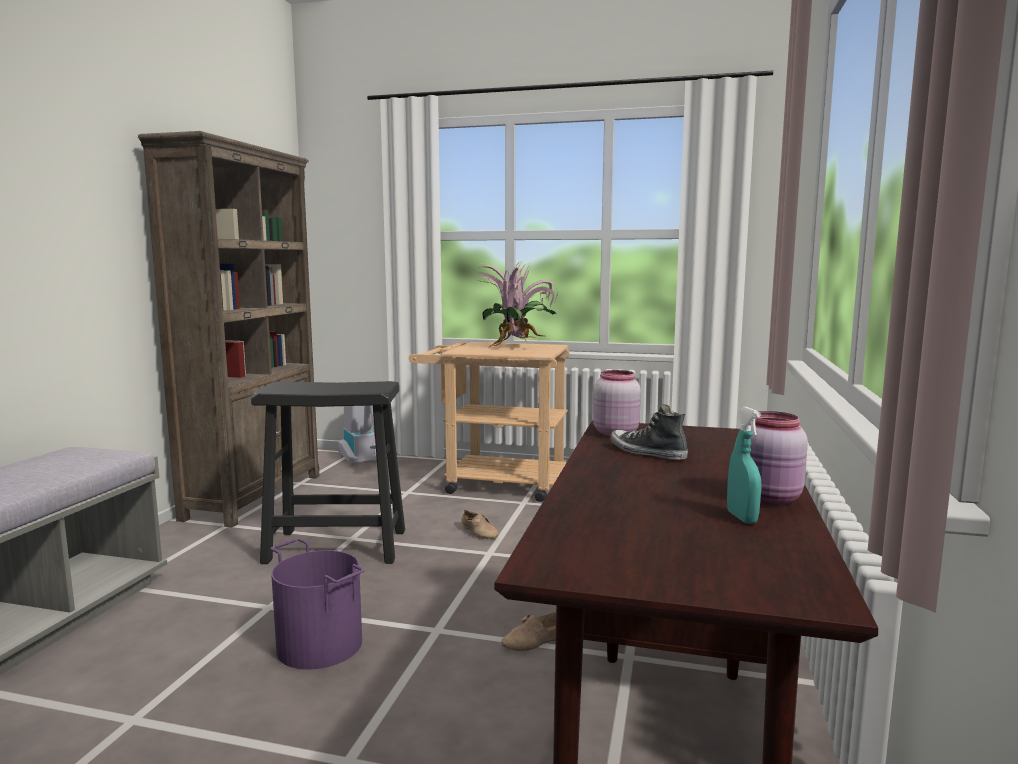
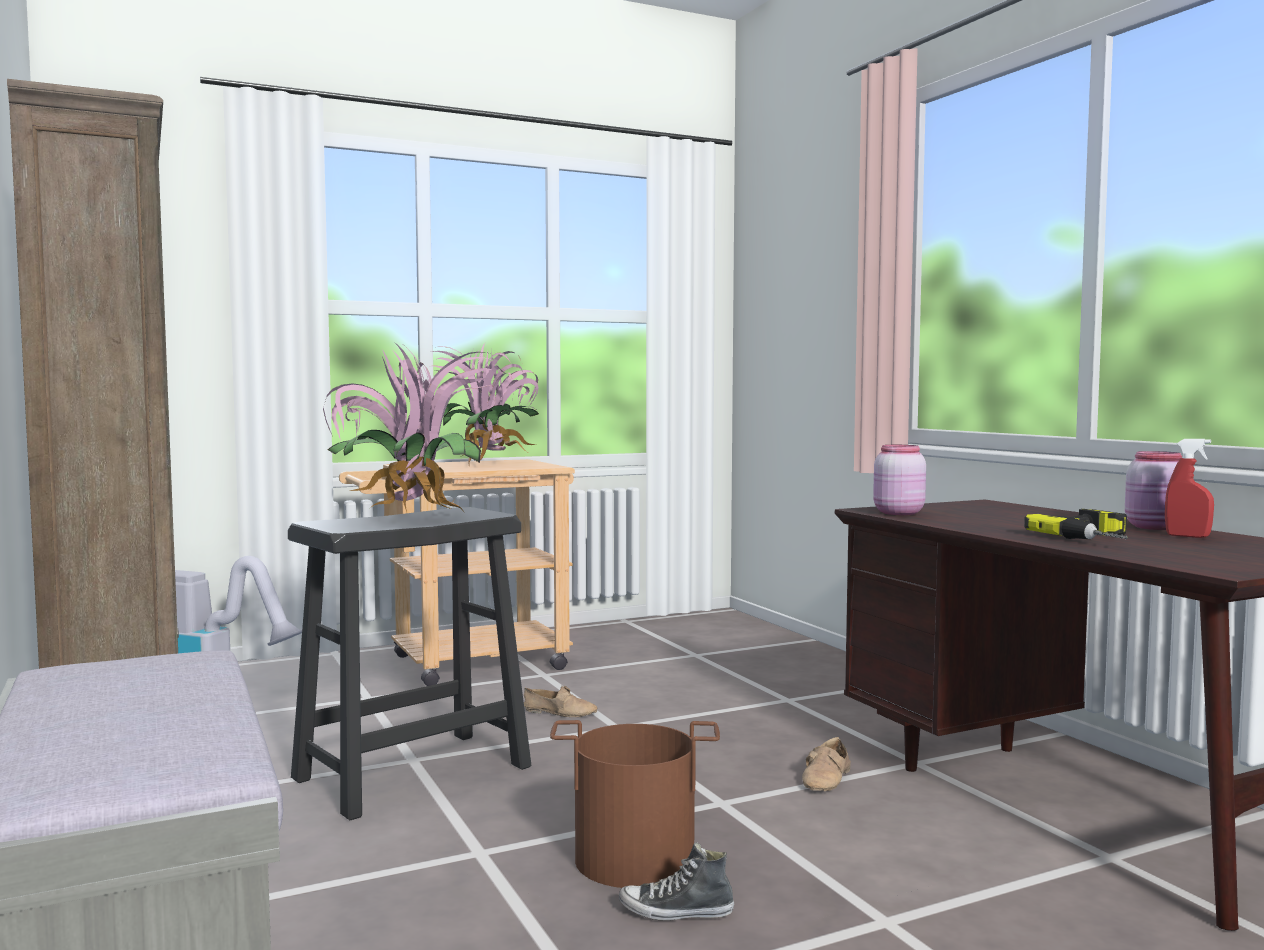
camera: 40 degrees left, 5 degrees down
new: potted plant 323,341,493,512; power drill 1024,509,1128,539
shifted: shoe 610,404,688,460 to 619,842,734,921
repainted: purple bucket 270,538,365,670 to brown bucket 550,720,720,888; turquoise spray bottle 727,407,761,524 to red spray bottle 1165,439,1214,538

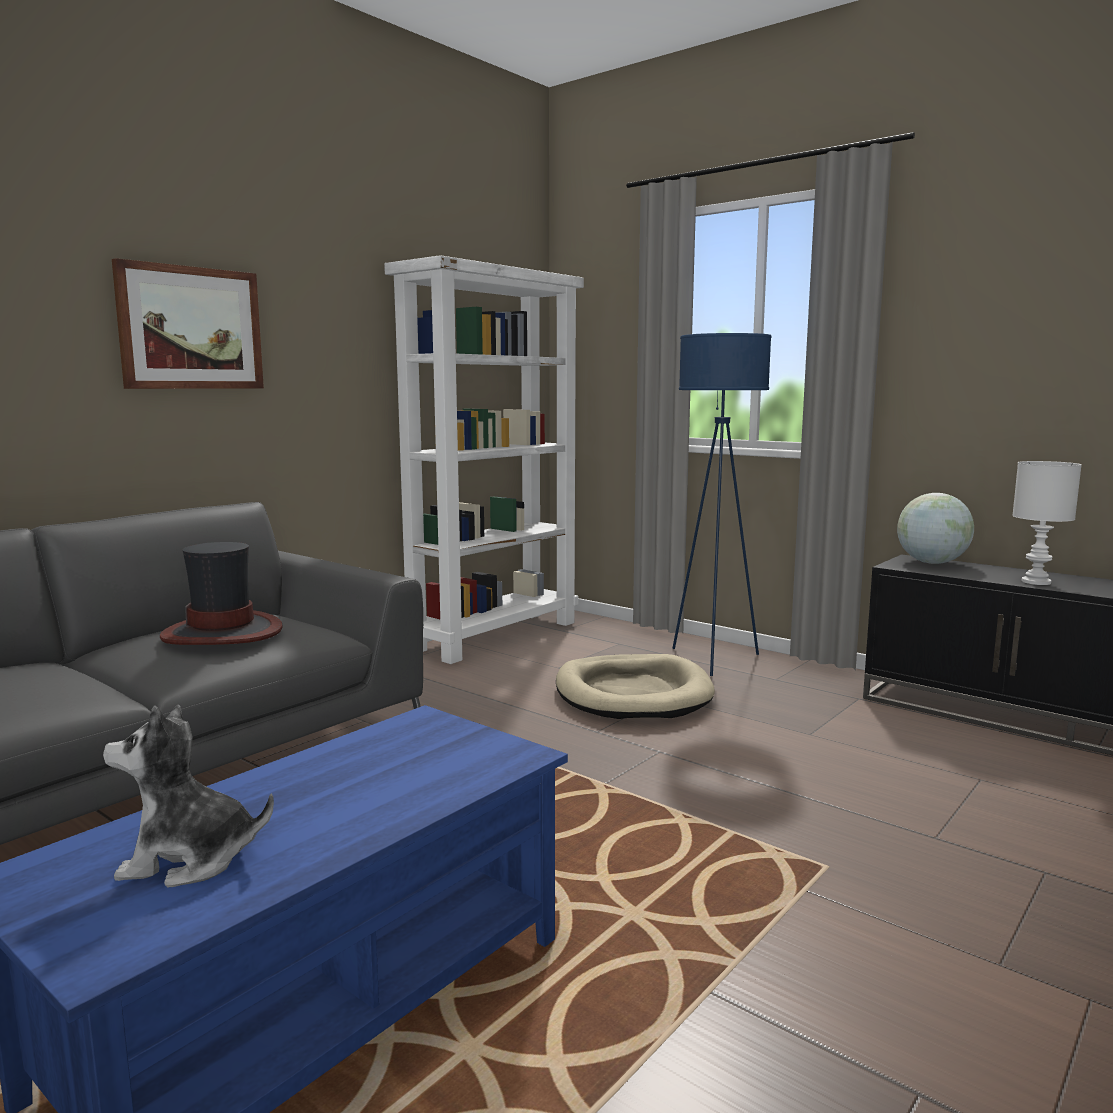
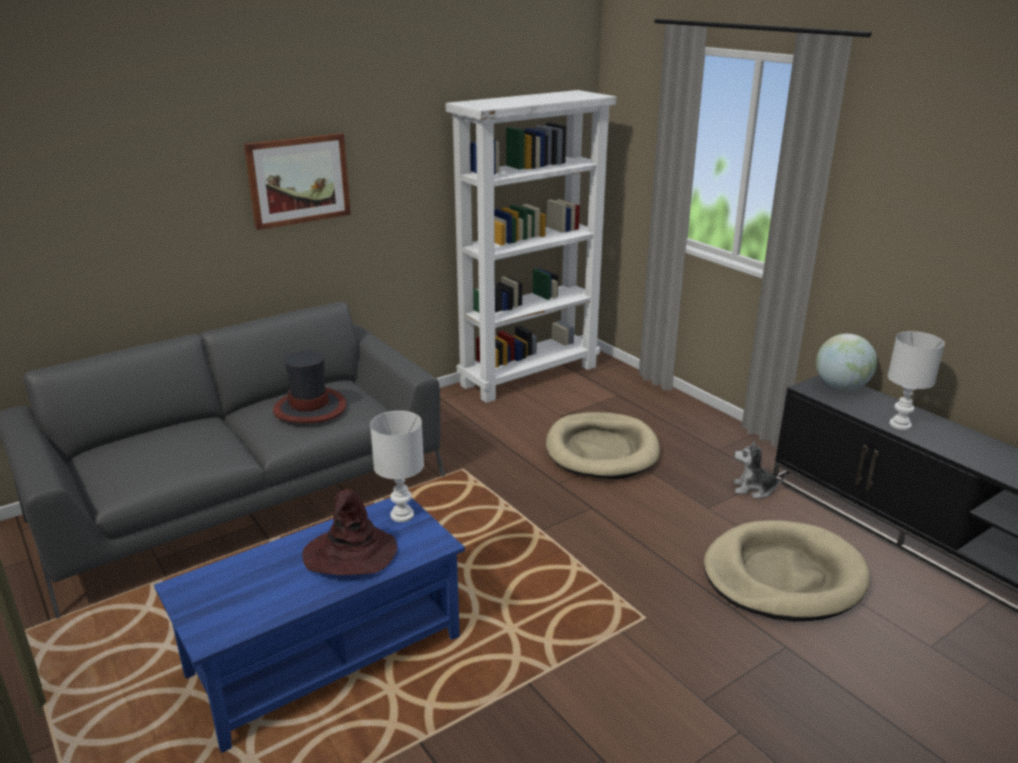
camera: 15 degrees right, 15 degrees up
gone: blue floor lamp 672,333,772,676
new: brown hat 302,489,397,575; white table lamp 370,411,424,522; beige dog bed 704,520,870,621
shifted: plush toy 103,705,274,887 to 734,440,786,499

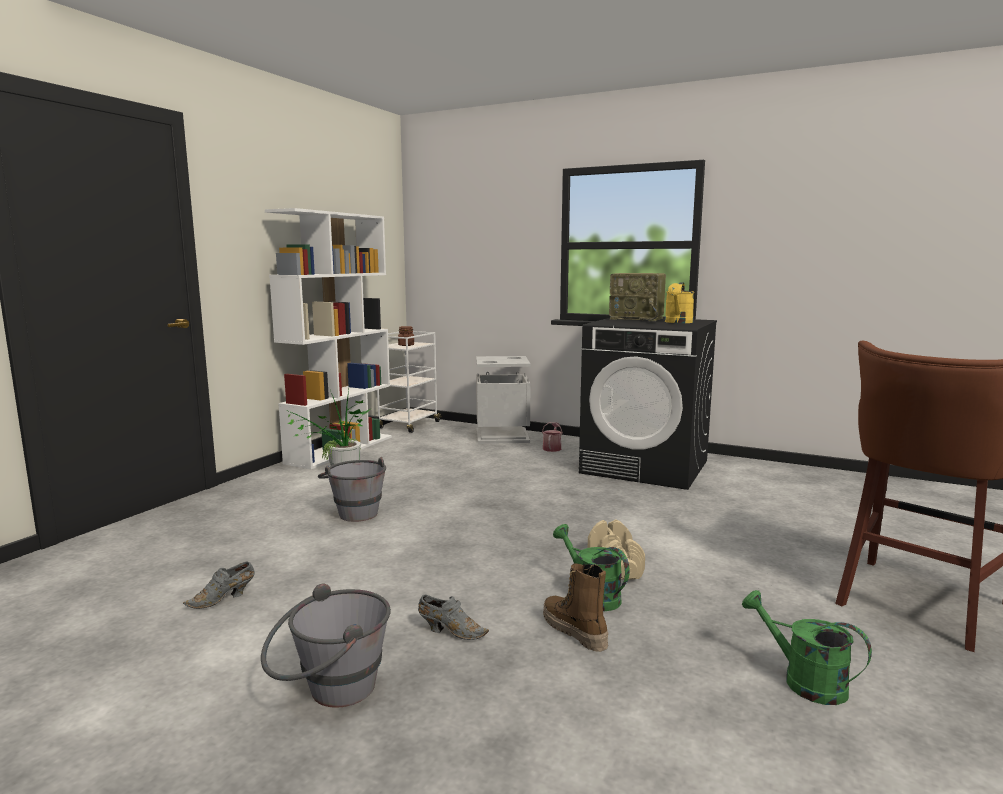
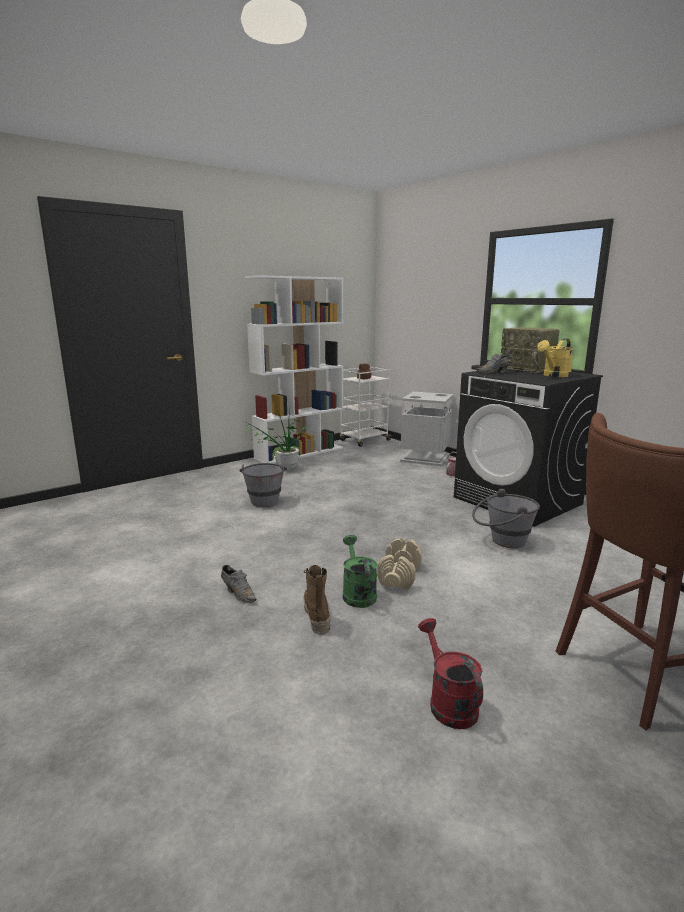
camera: 25 degrees right, 5 degrees up
shifted: grey shoe 183,562,255,609 to 476,354,512,373; grey bucket 261,583,391,708 to 472,489,540,548
repainted: green watering can 742,590,872,705 to red watering can 418,618,483,729

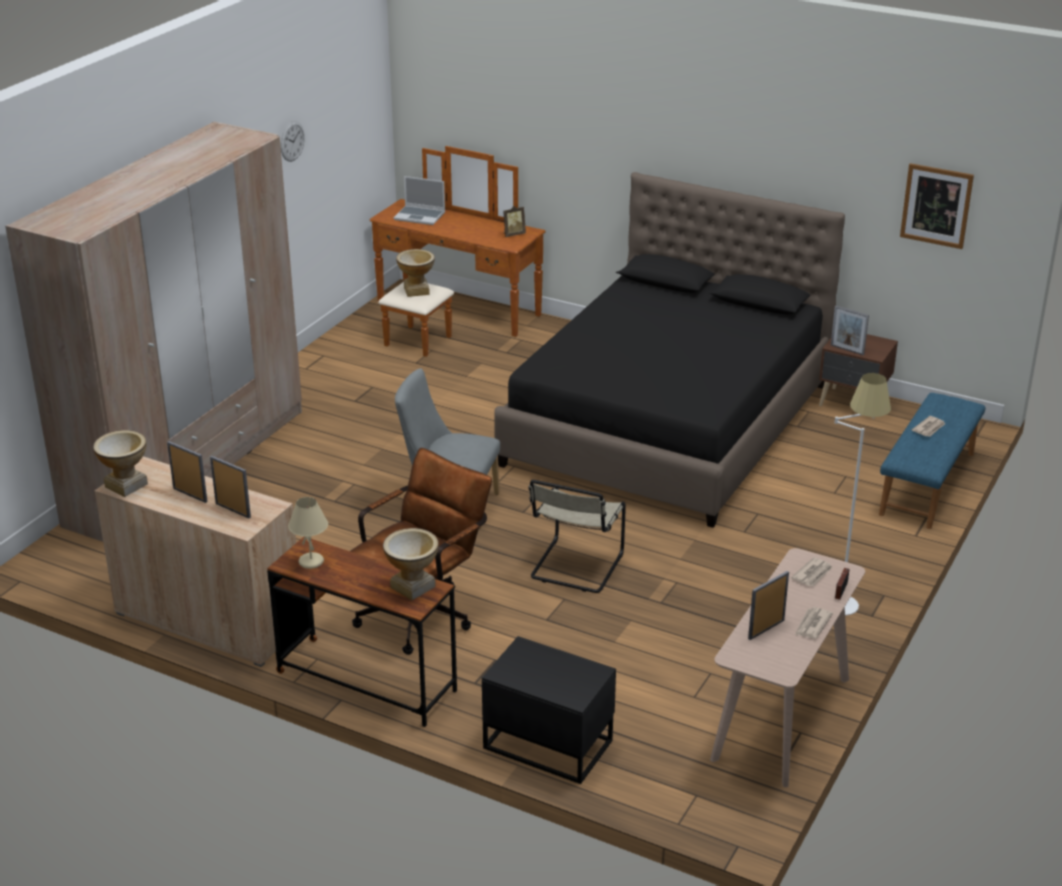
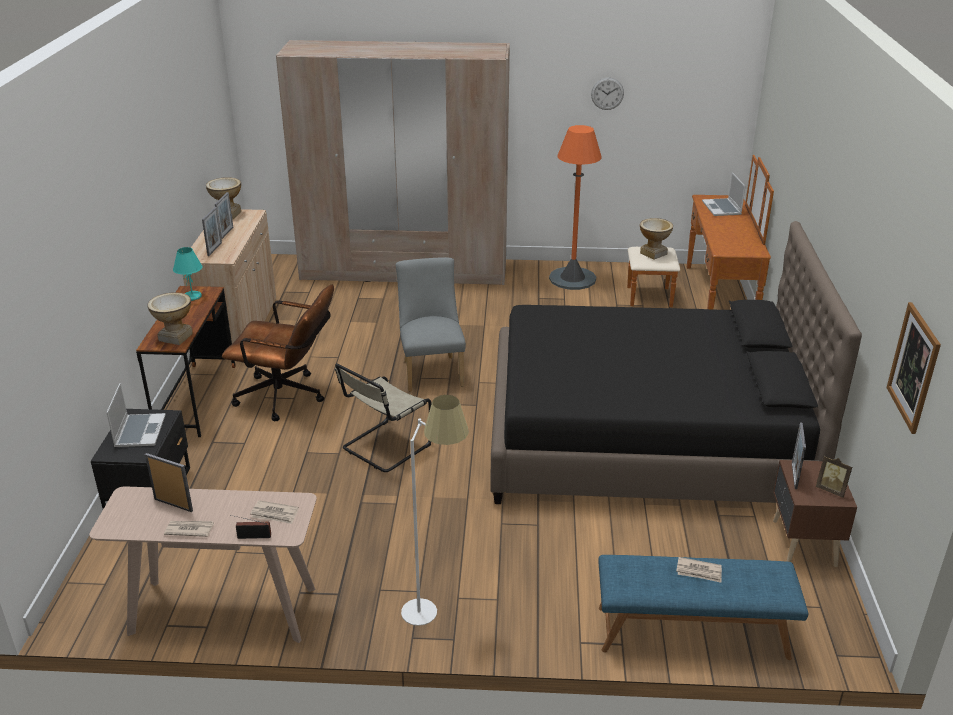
camera: 65 degrees right, 0 degrees up
new: laptop 106,383,166,447; orange floor lamp 549,125,602,290
shifted: picture frame 503,206,526,237 to 816,456,852,498
repainted: beige table lamp 288,497,328,569 to turquoise table lamp 173,247,203,301
rotated: beige chair 528,480,626,593 = 335,363,432,472 45 degrees counterclockwise

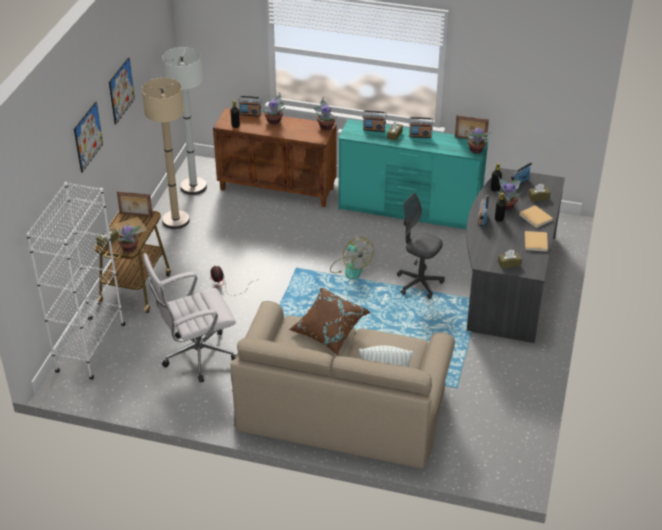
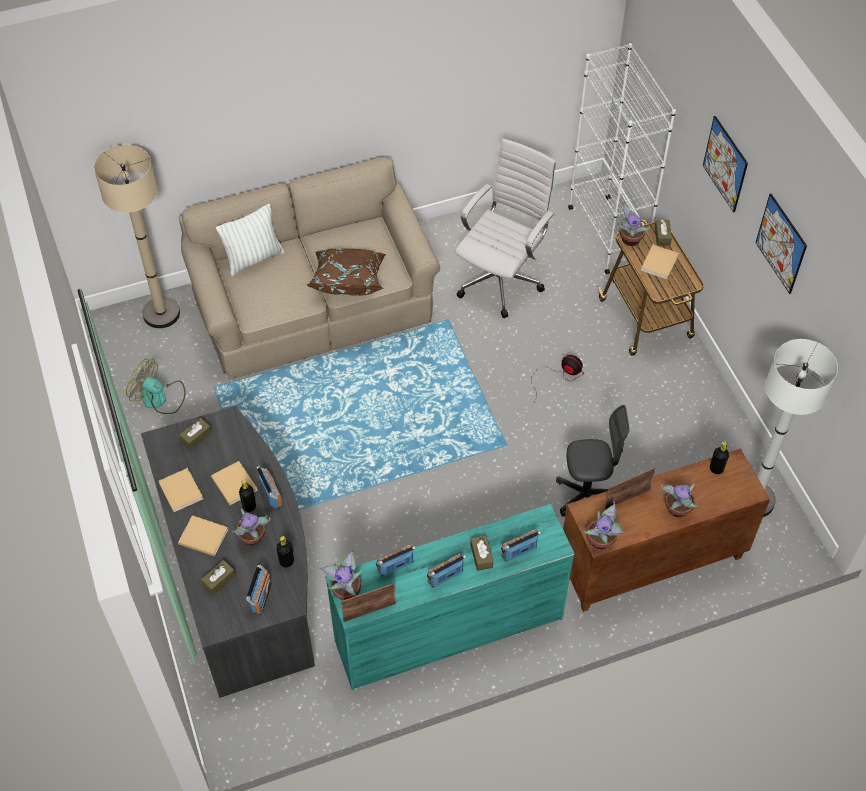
camera: 145 degrees right, 15 degrees up
new: beige book 211,461,258,505
shifted: picture frame 117,191,153,217 to 605,468,656,509; beige floor lamp 142,78,190,229 to 94,144,180,328; radio 238,96,261,117 to 376,545,416,577; fan 330,237,374,280 to 126,359,186,414; grey office chair 397,193,445,299 to 556,405,630,517

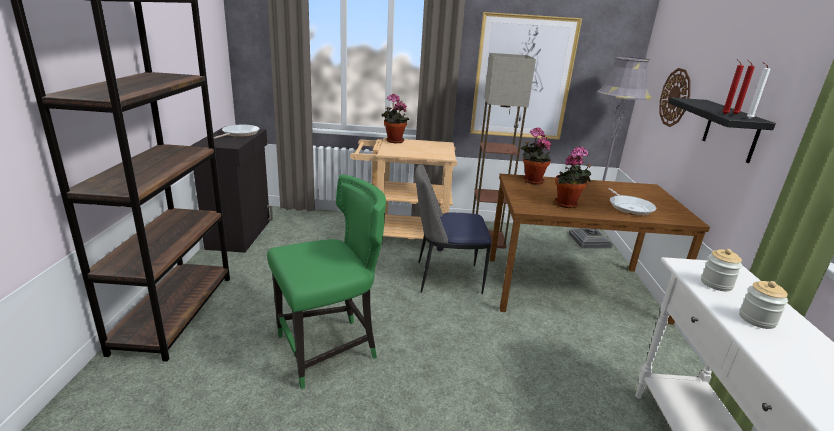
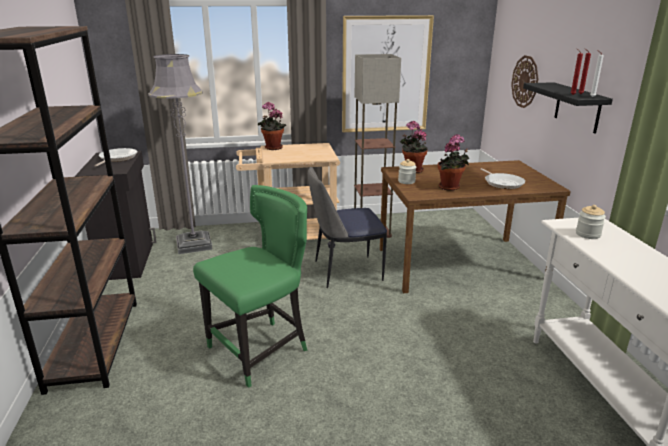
camera: 10 degrees left, 0 degrees up
shifted: grey floor lamp 568,56,652,249 to 148,54,213,254; jar 739,281,788,329 to 398,159,417,184

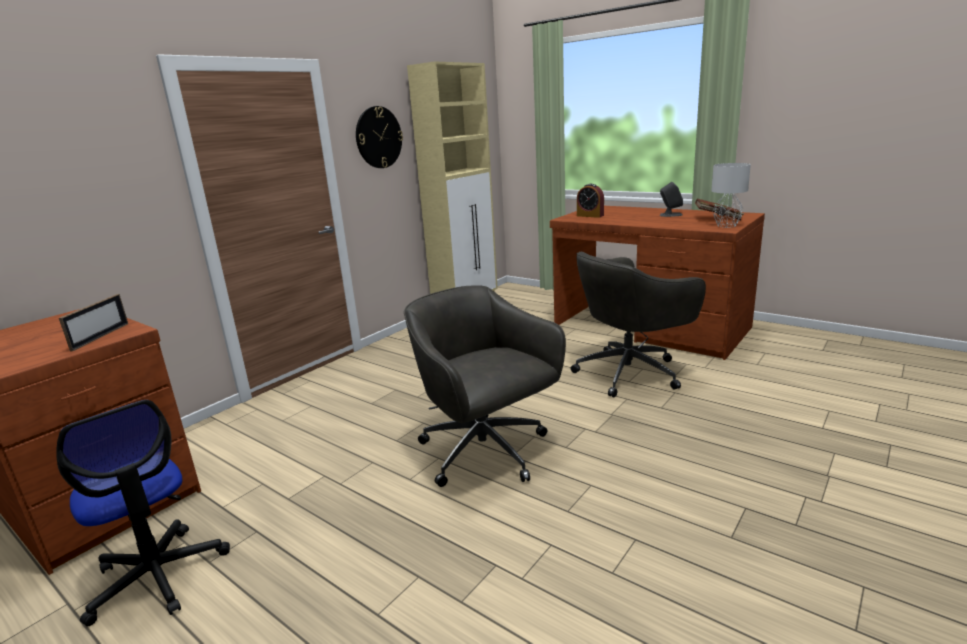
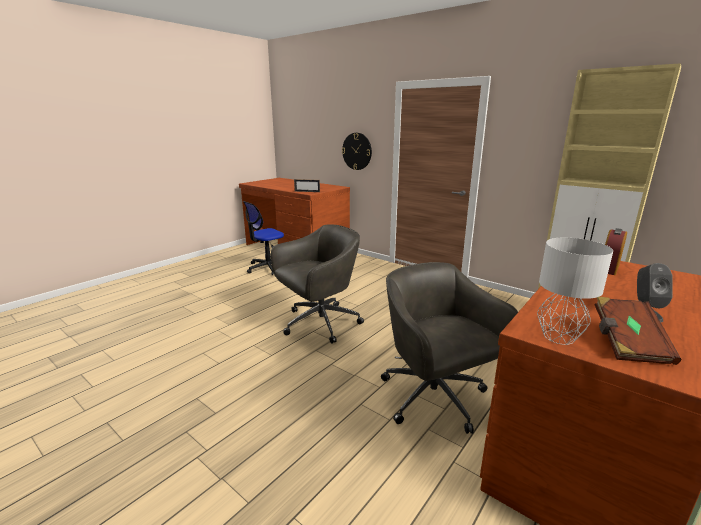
camera: 90 degrees right, 0 degrees up
shifted: wall clock 356,106,403,168 to 342,133,372,170

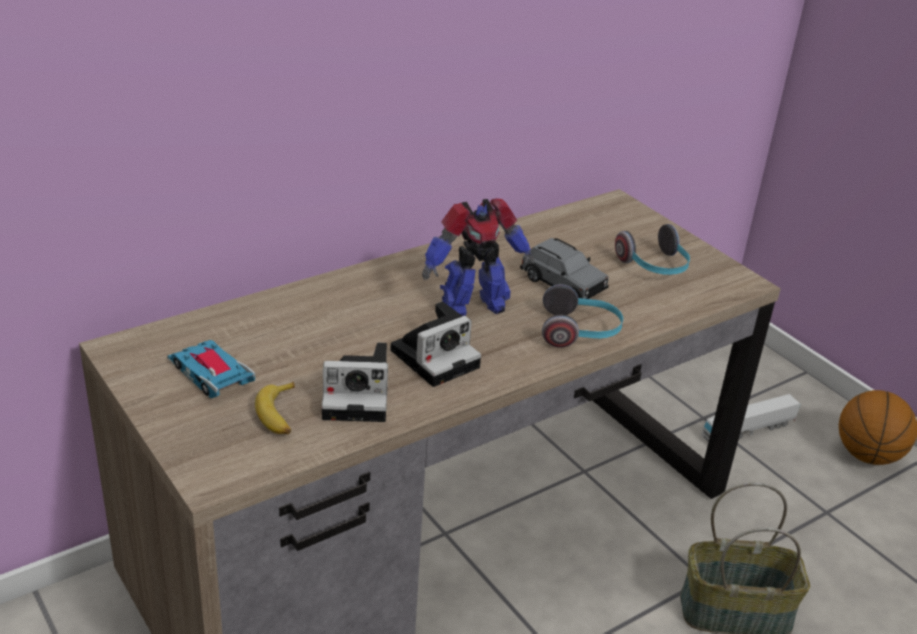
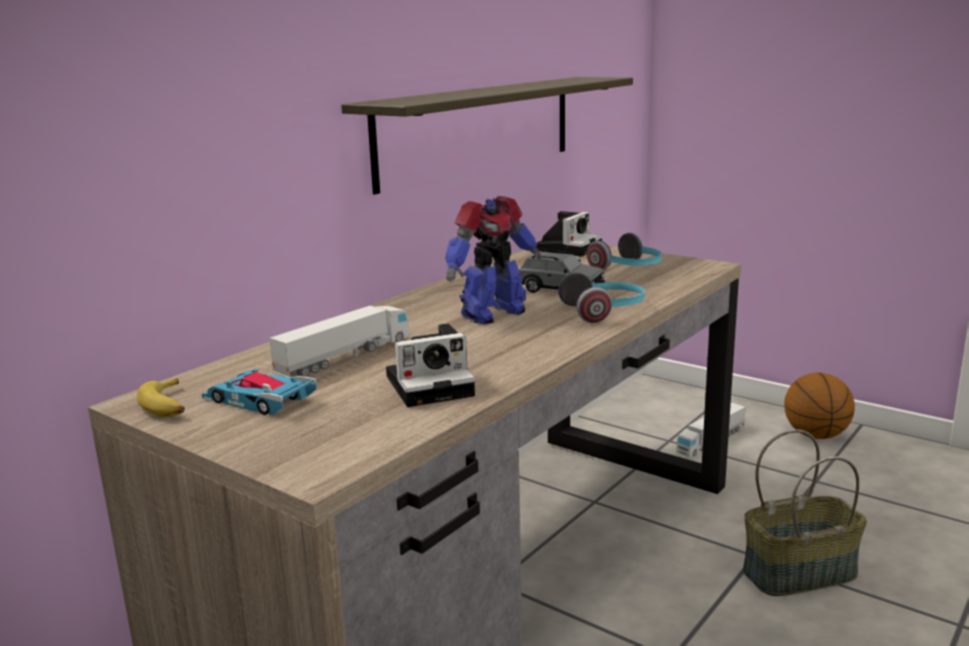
camera: 15 degrees left, 15 degrees down
new: toy truck 269,306,410,377; shelf 341,77,633,194
shifted: banana 255,382,295,434 to 137,378,185,417; photo camera 391,301,481,387 to 535,211,602,257

